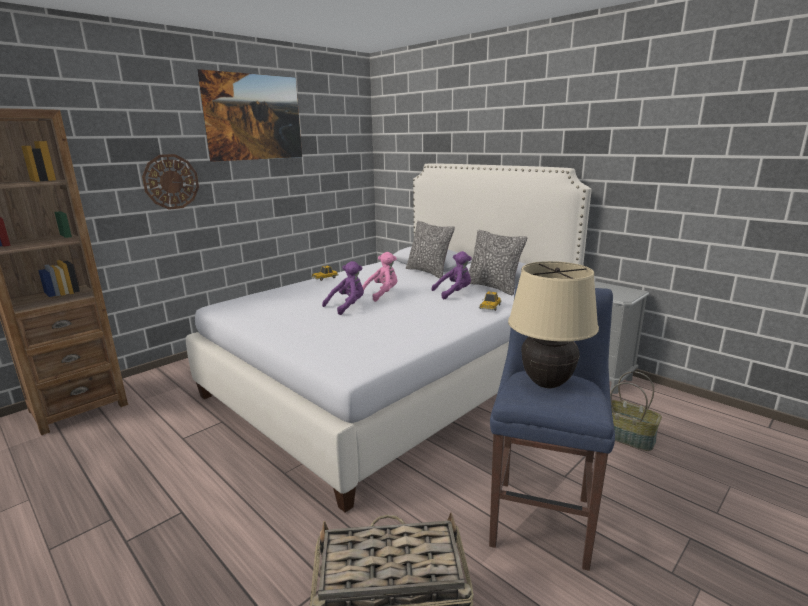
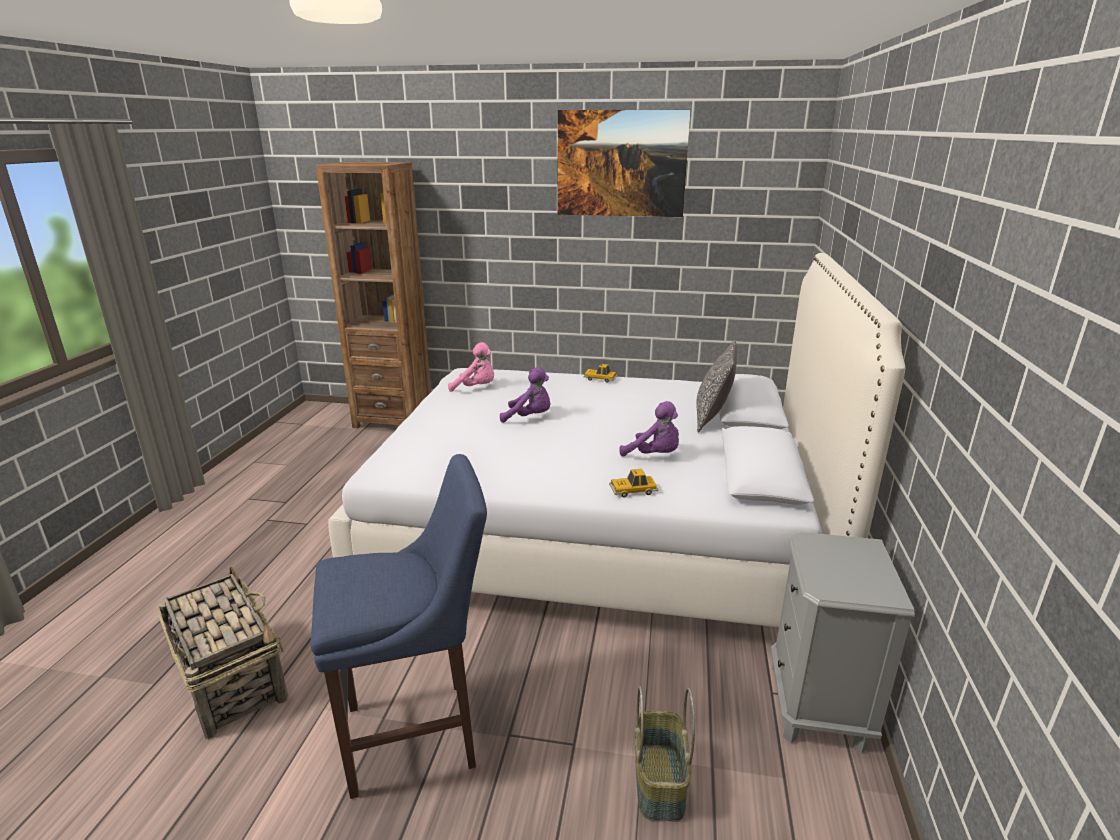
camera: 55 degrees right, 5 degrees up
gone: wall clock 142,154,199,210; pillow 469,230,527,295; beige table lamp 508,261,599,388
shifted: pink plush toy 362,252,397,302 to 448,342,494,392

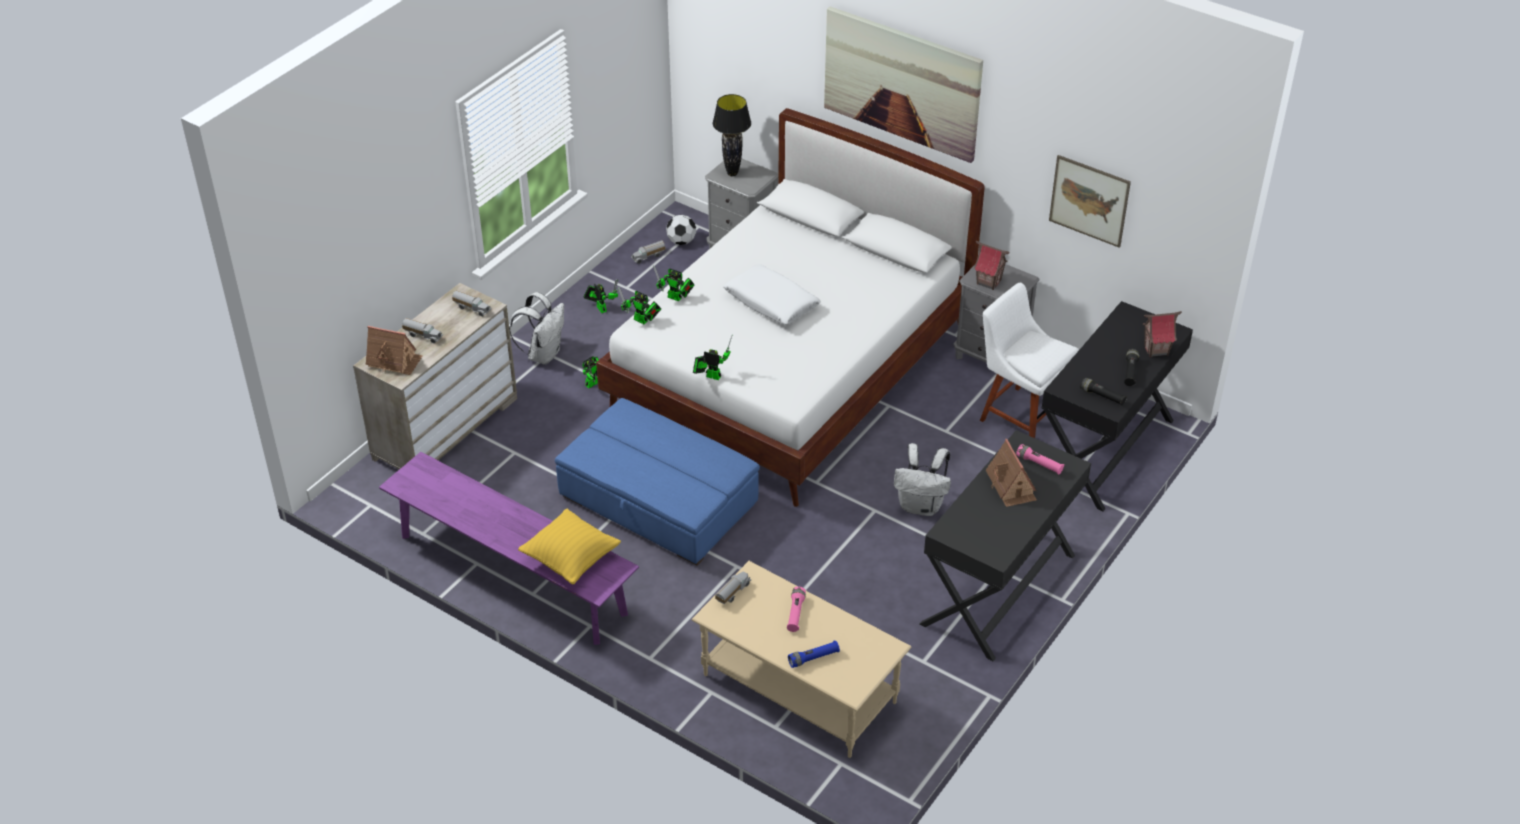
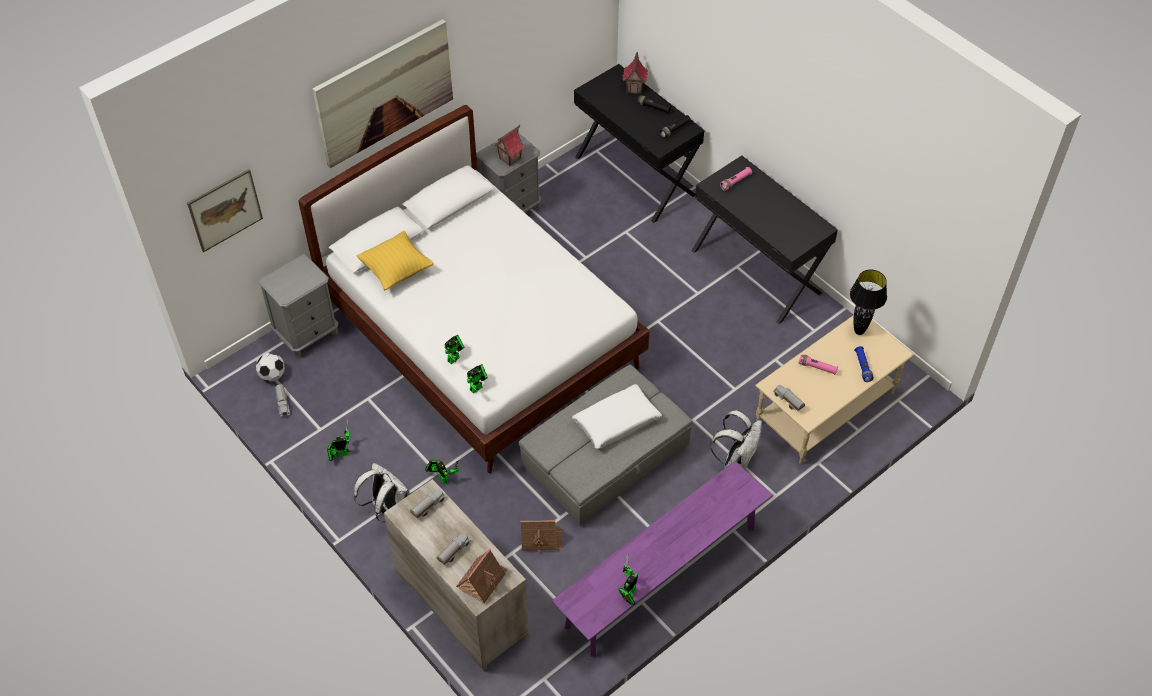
camera: 75 degrees left, 10 degrees up
gone: white chair 980,283,1079,438
shifted: yellow pillow 518,509,621,585 to 356,231,434,291; toy robot 693,336,732,380 to 619,554,638,605; black table lamp 713,94,751,176 to 850,270,887,335; white pillow 723,264,821,325 to 572,384,662,449; white backpack 894,443,951,516 to 710,410,762,469; toy house 986,439,1037,507 to 520,520,563,553; picture 1049,155,1131,248 to 187,169,263,252
repainted: blue ottoman 555,398,760,566 to grey ottoman 519,365,693,525

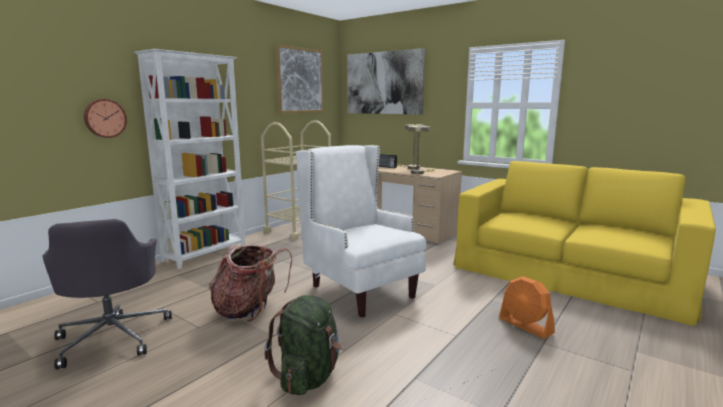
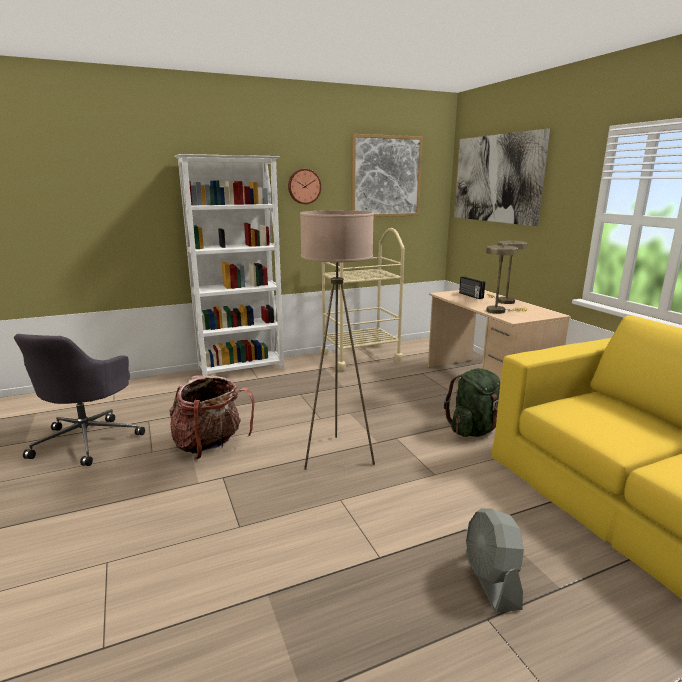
camera: 30 degrees right, 5 degrees up
shifted: wall clock 84,99,127,138 to 288,169,321,204; green backpack 264,295,342,395 to 444,368,500,437
swapped: white armchair 296,145,427,318 to beige floor lamp 300,210,375,470
repainted: orange fan 499,276,555,339 to grey fan 466,508,524,613

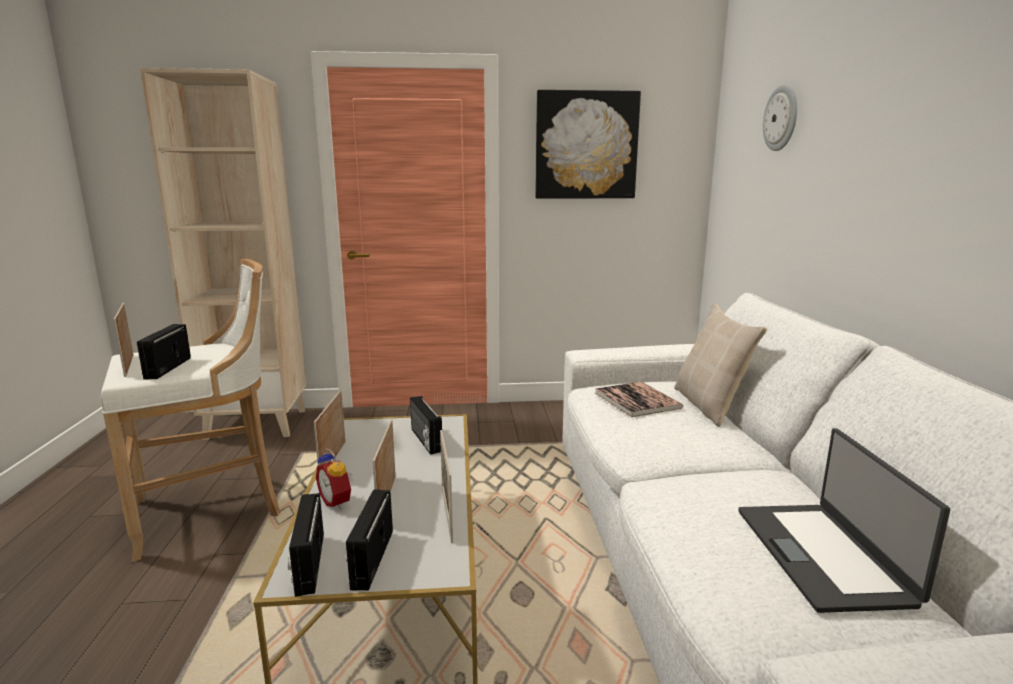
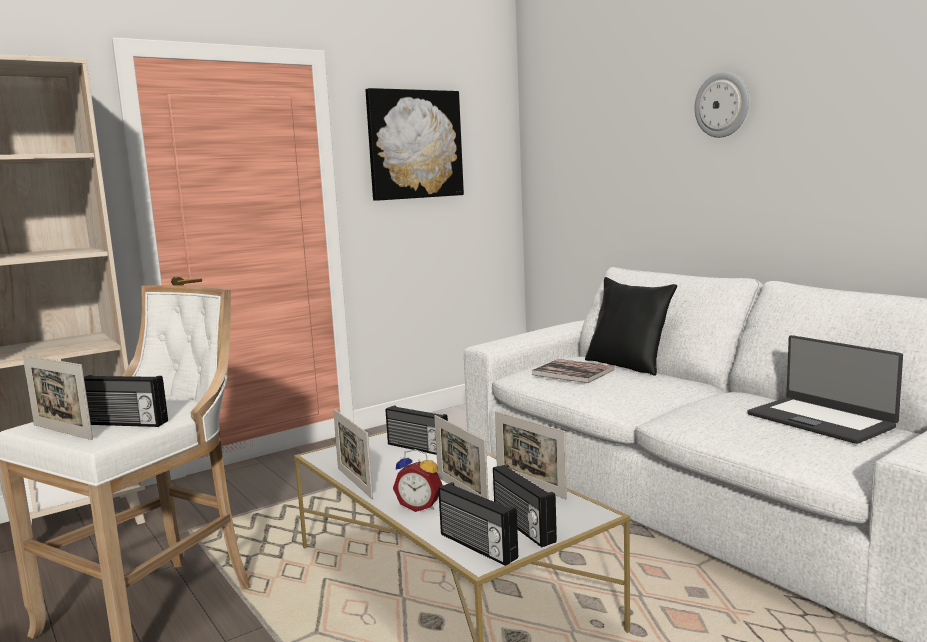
camera: 30 degrees left, 5 degrees down
shifted: wall clock 763,85,797,151 to 695,72,749,138
repainted: beige pillow 674,304,767,427 to black pillow 585,277,677,376
rotated: radio 137,324,191,380 = 84,375,168,427 45 degrees counterclockwise

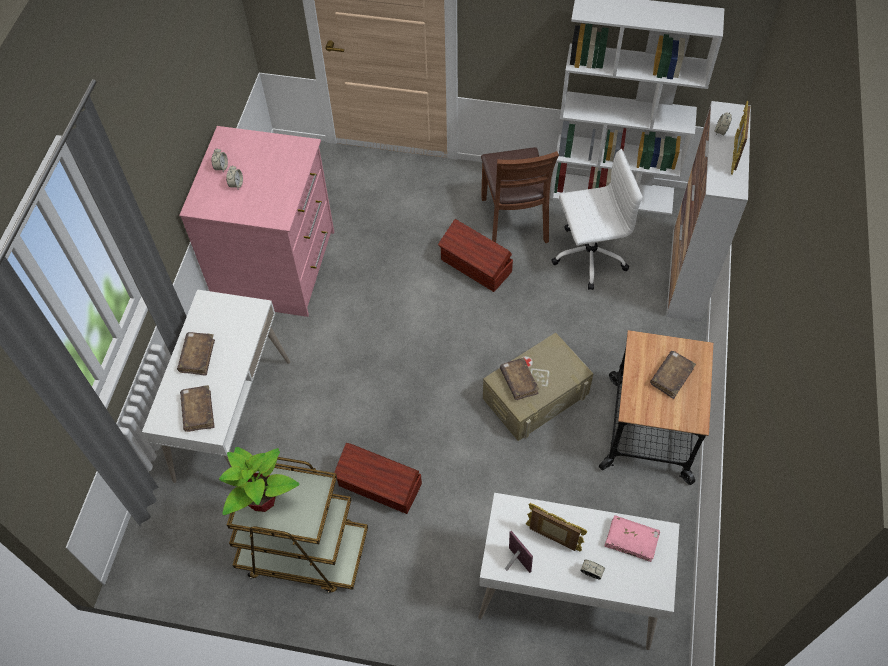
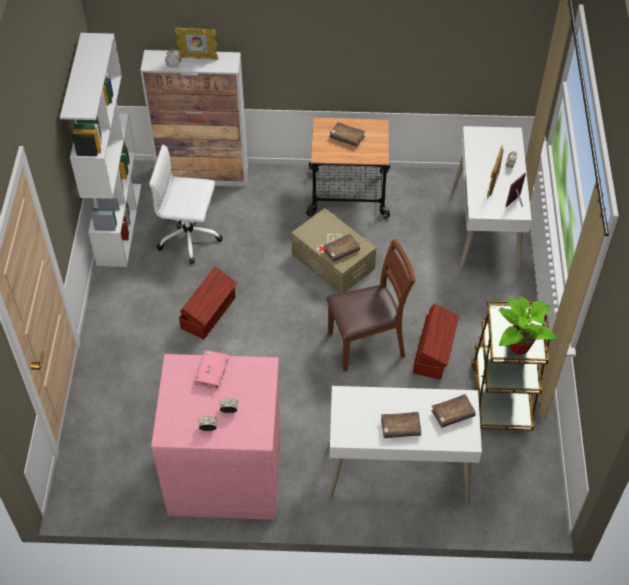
camera: 100 degrees left, 5 degrees down
shifted: brown chair 481,147,559,243 to 326,239,415,372; pink book 605,515,660,562 to 194,350,228,390
rotated: white office chair 552,149,643,290 = 149,144,223,264 60 degrees counterclockwise

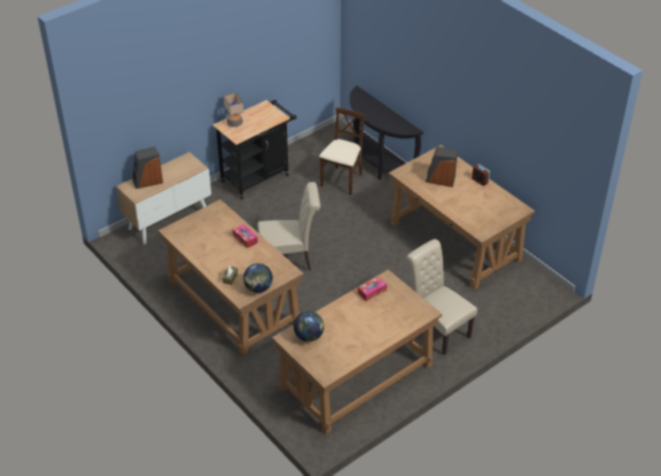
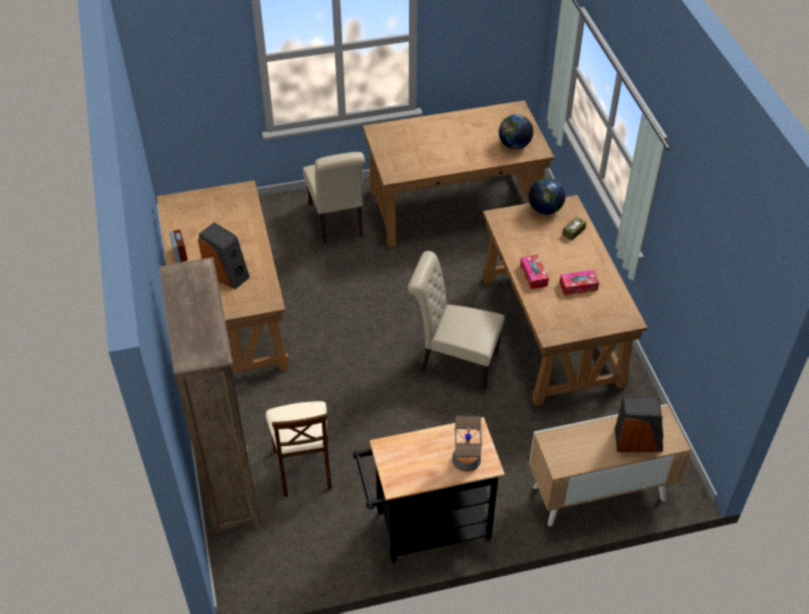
camera: 155 degrees left, 5 degrees up
shifted: tissue box 358,277,387,301 to 559,270,599,295
swapped: black console table 349,86,424,180 to brown bookcase 159,257,261,537
rotated: beige chair 319,107,365,195 = 266,401,332,497 60 degrees counterclockwise

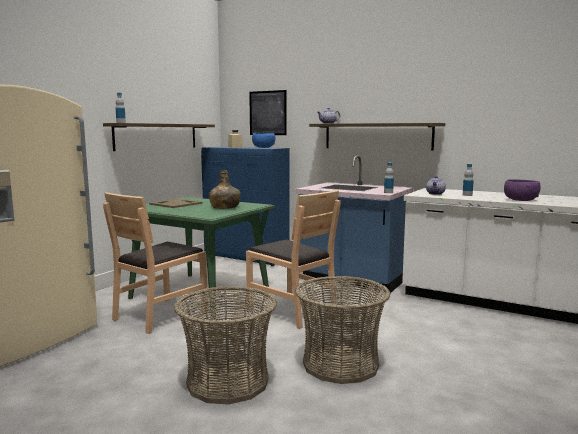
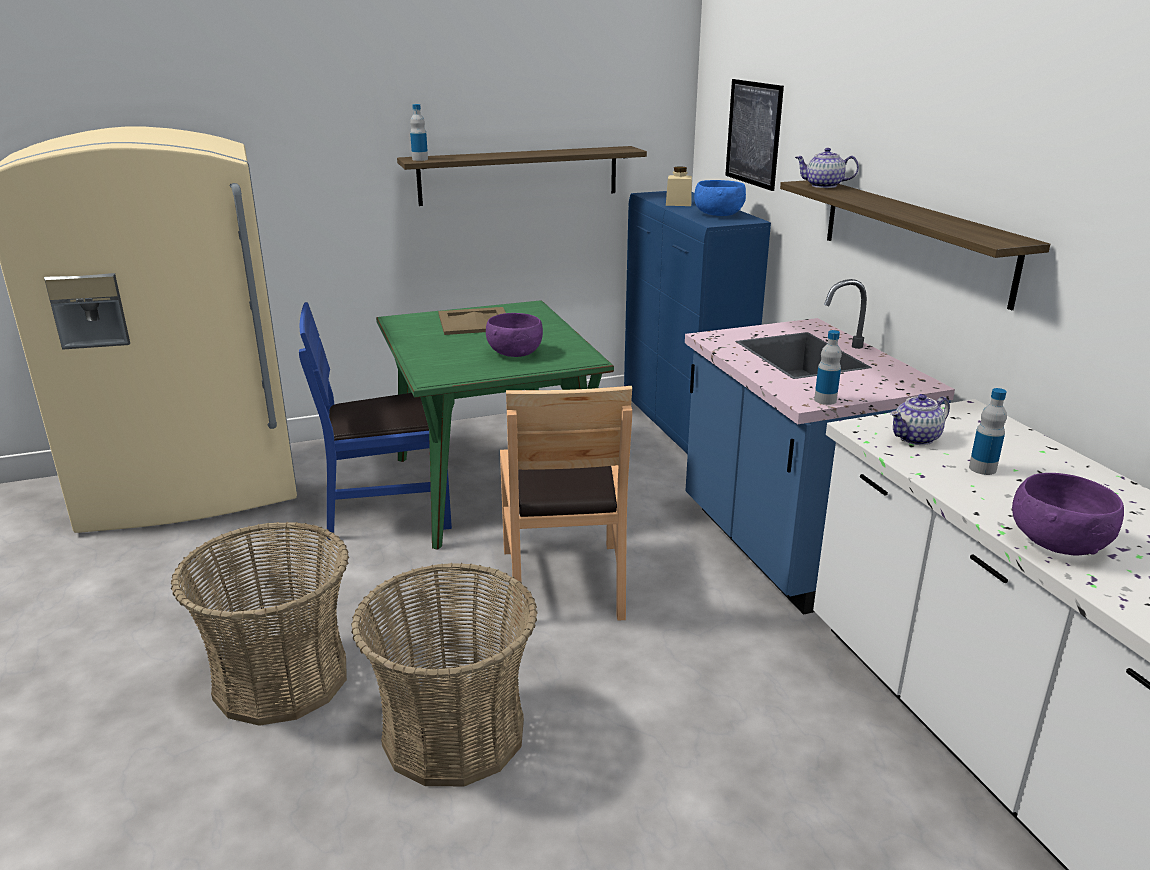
camera: 40 degrees right, 15 degrees up
swapped: green bottle 209,171,241,209 to purple bowl 486,313,543,357
repainted: brown chair 103,192,208,334 to blue chair 299,302,452,540

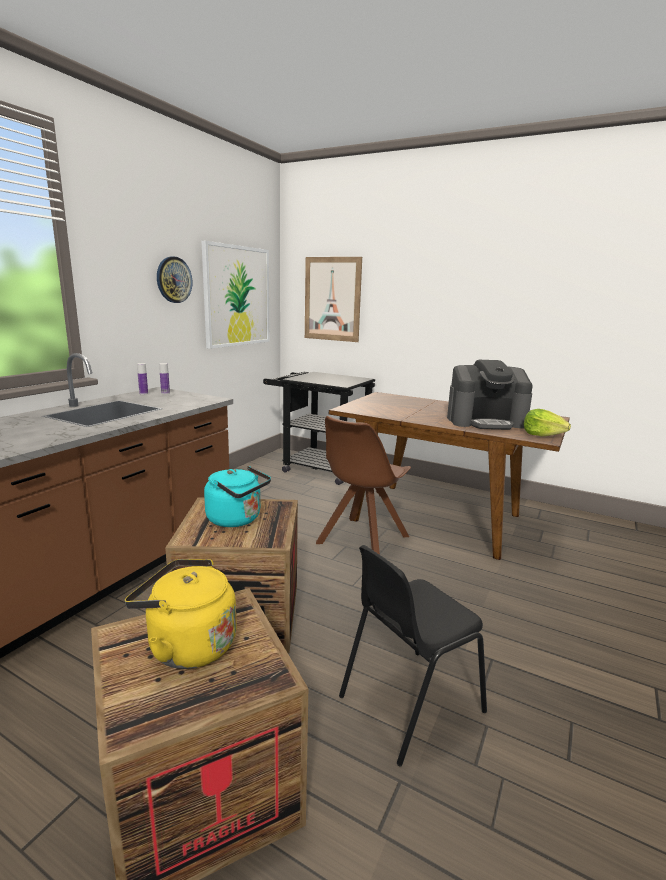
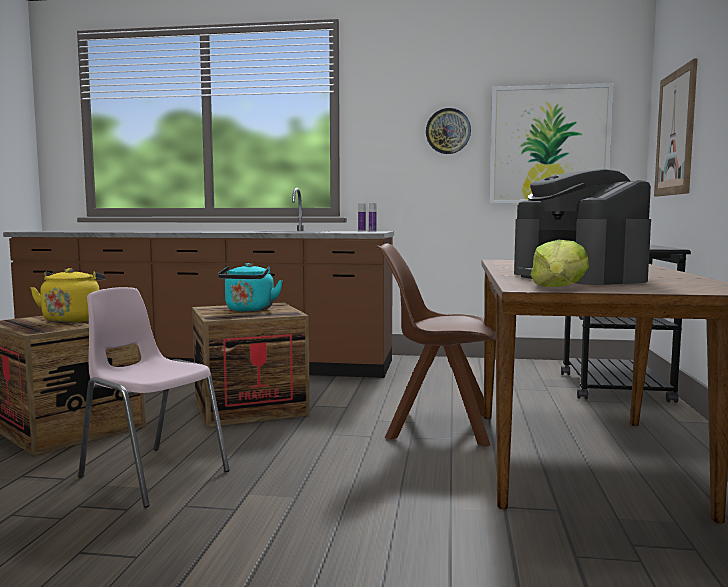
camera: 70 degrees right, 10 degrees down
repainted: black chair 339,545,487,766 to pink chair 78,287,230,508

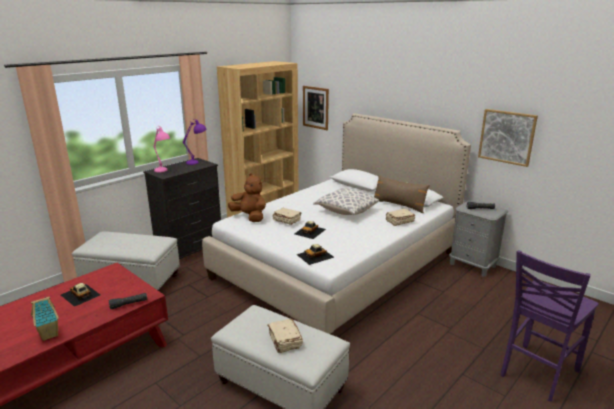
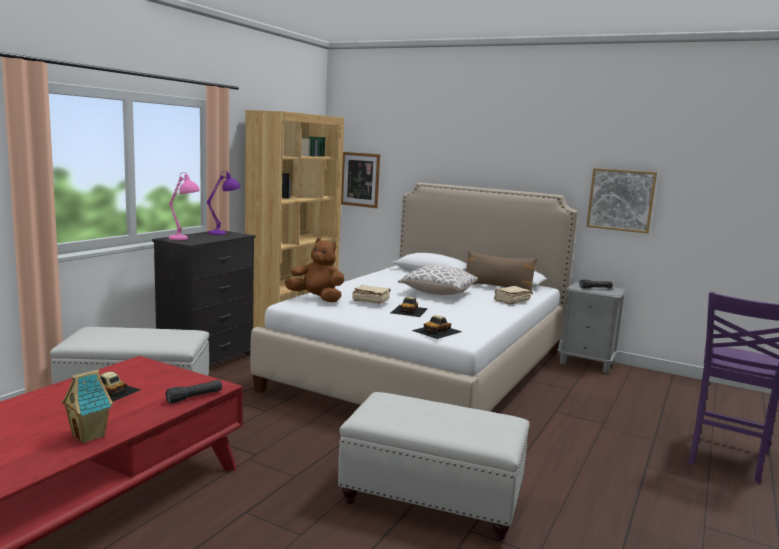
camera: 15 degrees left, 10 degrees down
gone: beige book 268,319,303,353

